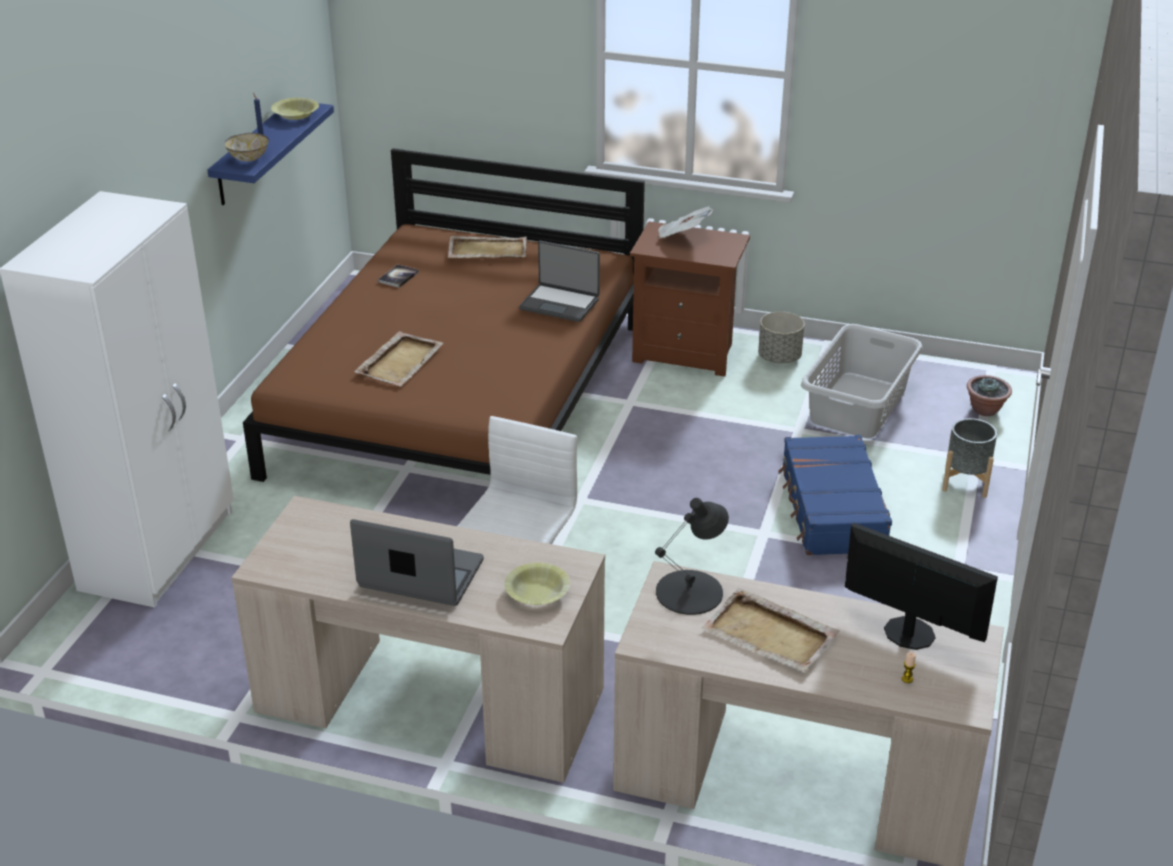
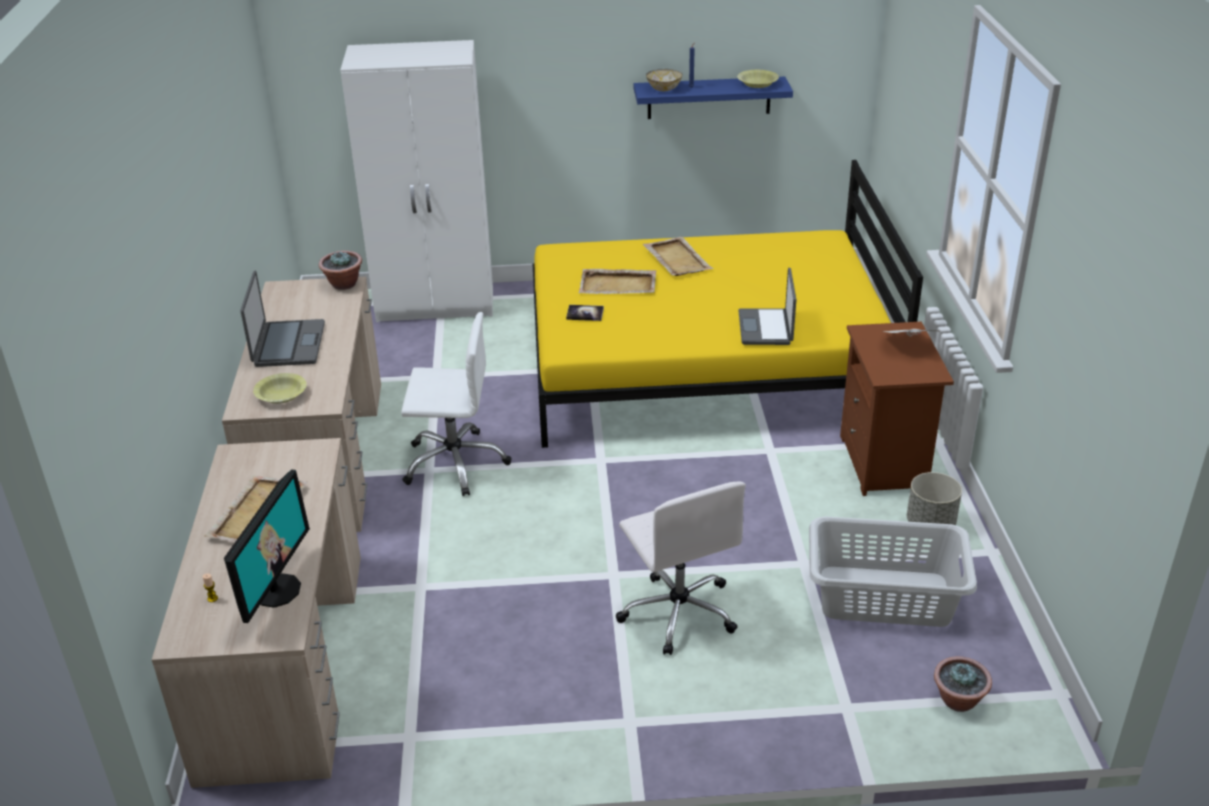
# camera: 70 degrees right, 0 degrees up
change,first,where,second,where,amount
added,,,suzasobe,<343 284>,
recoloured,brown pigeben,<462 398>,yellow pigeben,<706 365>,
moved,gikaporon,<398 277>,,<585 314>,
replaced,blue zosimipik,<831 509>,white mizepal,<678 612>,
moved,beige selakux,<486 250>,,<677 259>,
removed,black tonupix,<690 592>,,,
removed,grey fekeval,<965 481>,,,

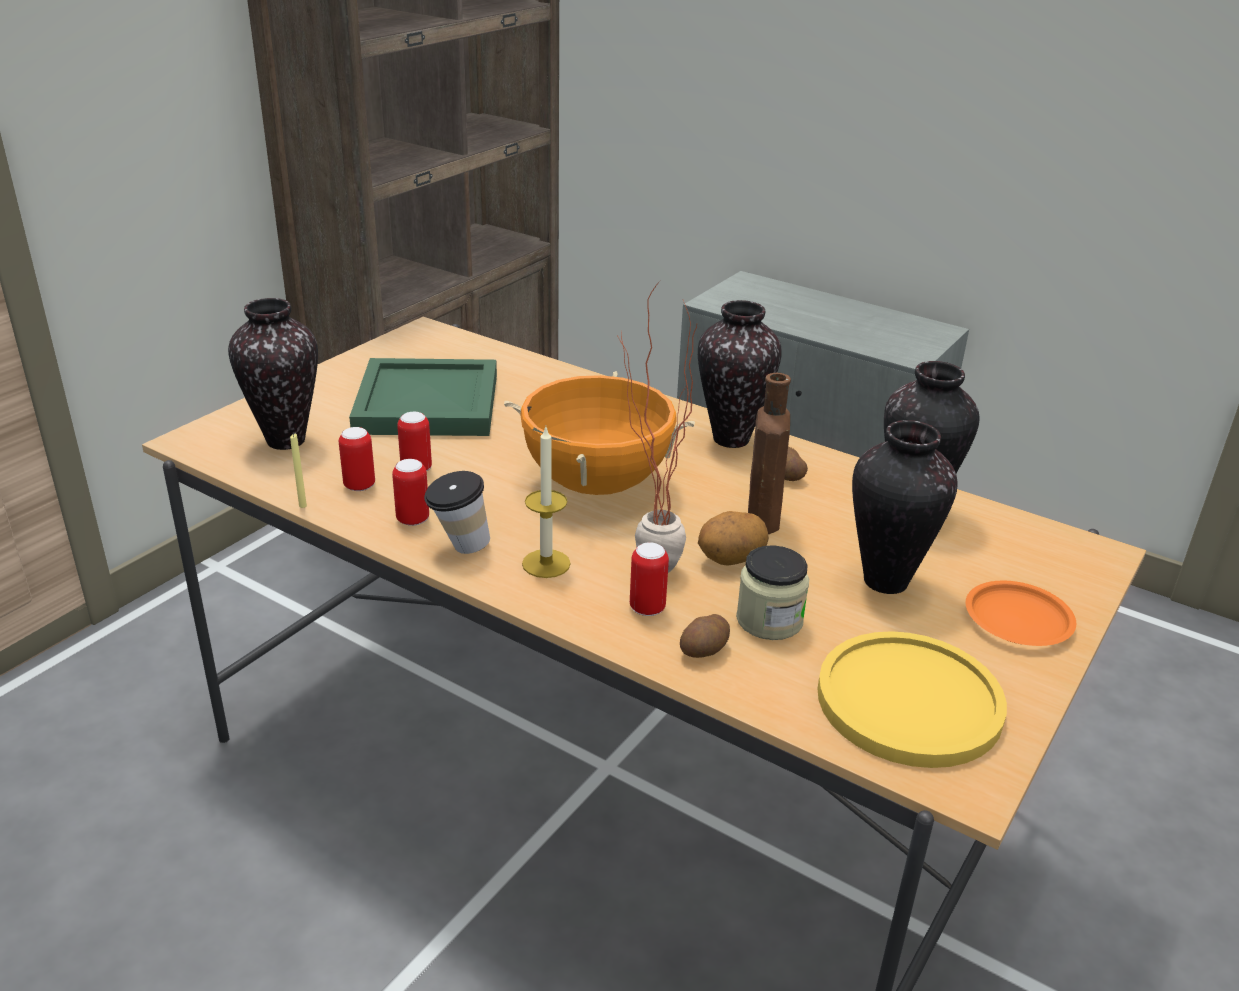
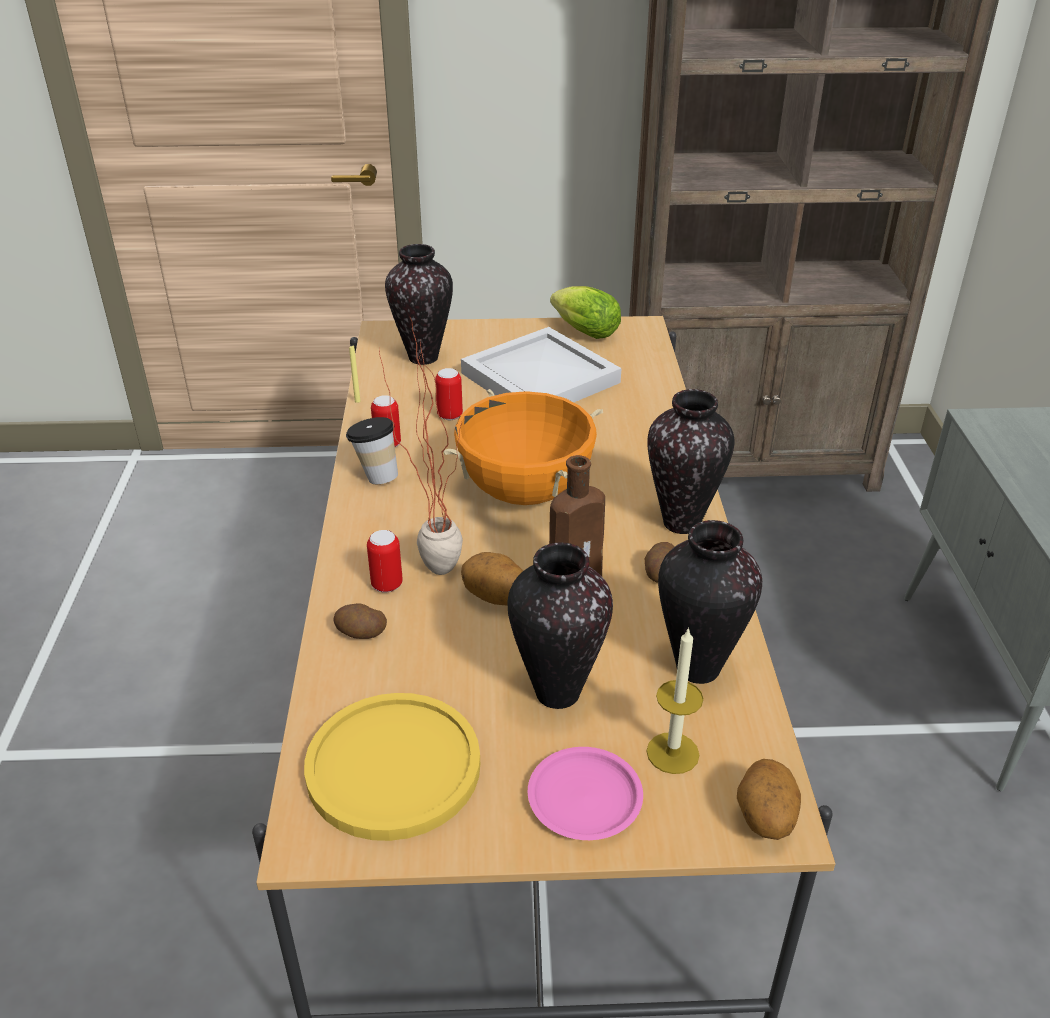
# camera: 55 degrees right, 5 degrees up
change,first,where,second,where,amount
recoloured,green selakux,<429 404>,white selakux,<540 379>,
recoloured,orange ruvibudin,<1019 620>,pink ruvibudin,<585 799>,
added,,,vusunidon,<582 331>,
moved,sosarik,<546 563>,,<672 753>,
added,,,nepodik,<764 818>,
removed,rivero,<359 486>,,,
removed,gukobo,<769 620>,,,

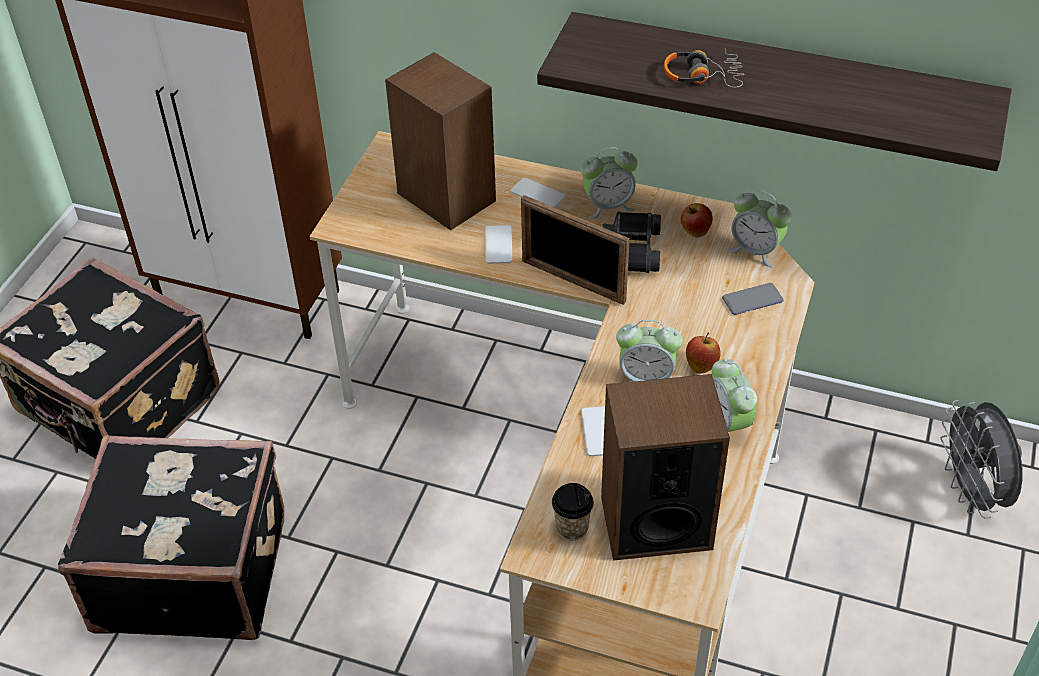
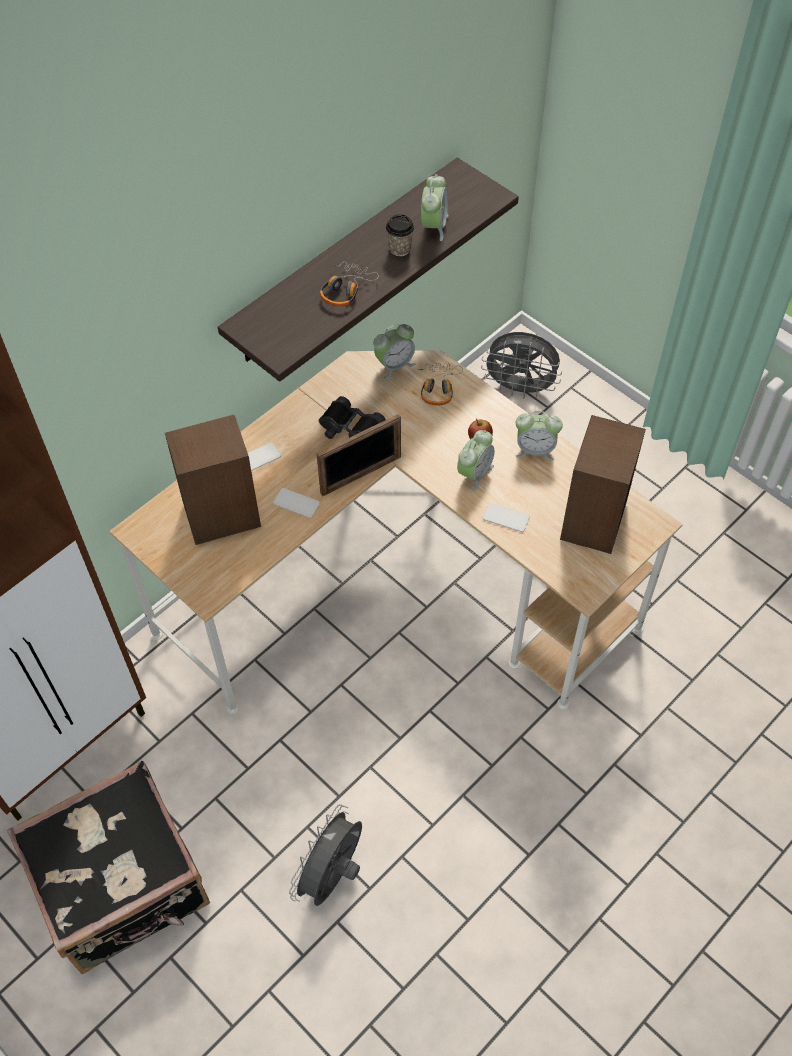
# camera: 65 degrees left, 10 degrees up
change,first,where,second,where,amount
replaced,black zosimipik,<192 570>,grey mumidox,<332 875>,
moved,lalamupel,<572 528>,,<400 249>,
replaced,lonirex,<752 300>,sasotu,<438 388>,
moved,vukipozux,<608 206>,,<434 226>,
removed,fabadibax,<695 232>,,,

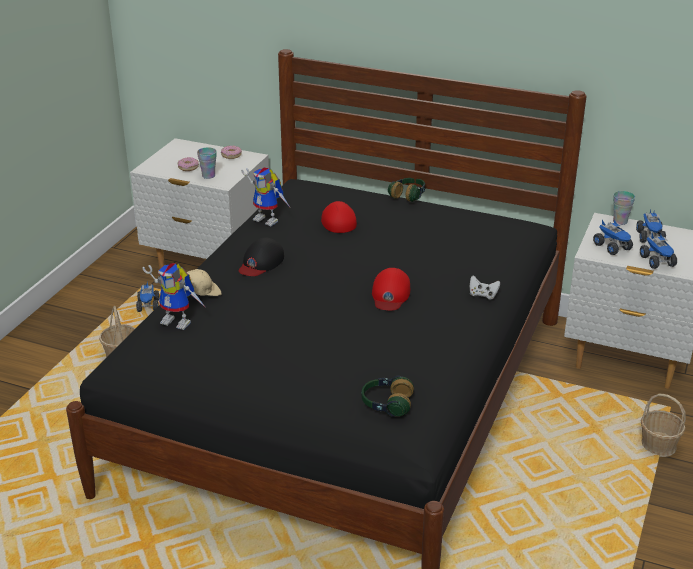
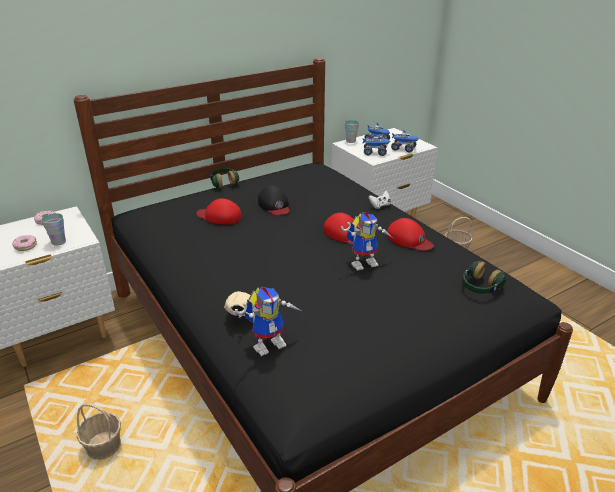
# camera: 55 degrees left, 0 degrees up
change,first,where,second,where,amount
moved,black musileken,<261 263>,,<274 205>,
moved,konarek,<269 219>,,<365 262>,
added,,,red musileken,<409 239>,
removed,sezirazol,<148 306>,,,

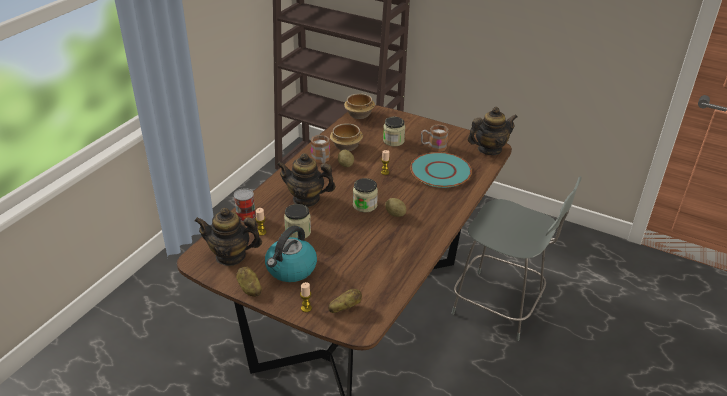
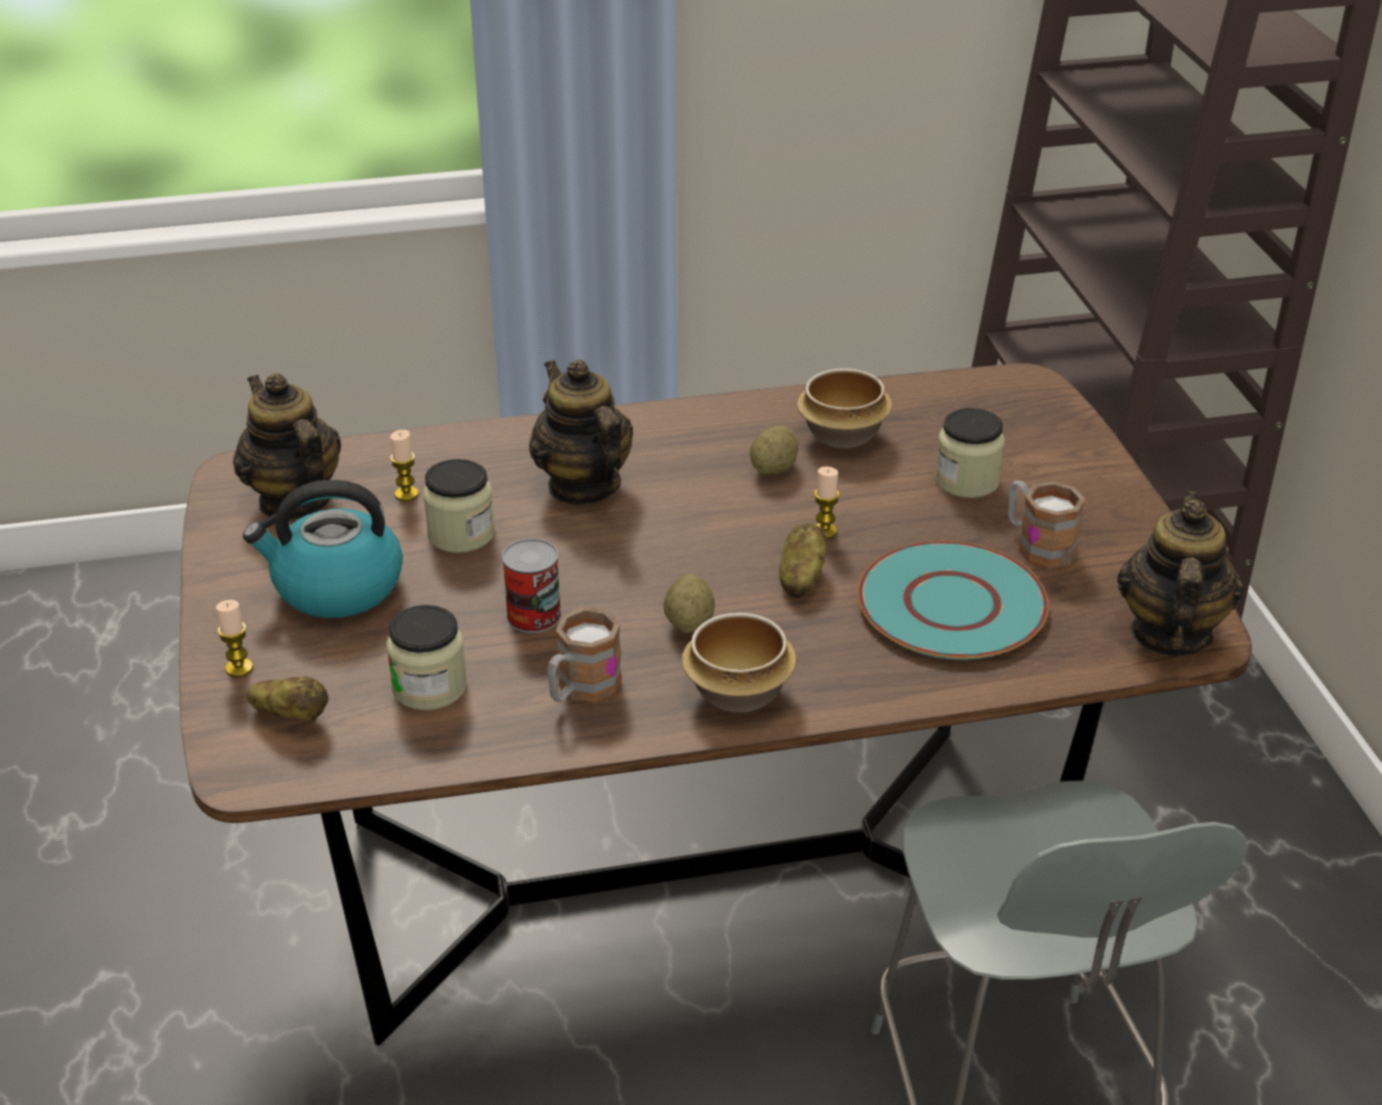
# camera: 50 degrees right, 0 degrees up
change,first,where,second,where,amount
moved,gukobo,<365 205>,,<429 687>,
moved,rivero,<246 215>,,<534 615>,
moved,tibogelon,<321 160>,,<581 689>,
moved,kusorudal,<359 115>,,<737 694>,
moved,nepodik,<249 289>,,<800 579>,
turned,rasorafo,<489 149>,,<1169 633>,105 degrees counterclockwise

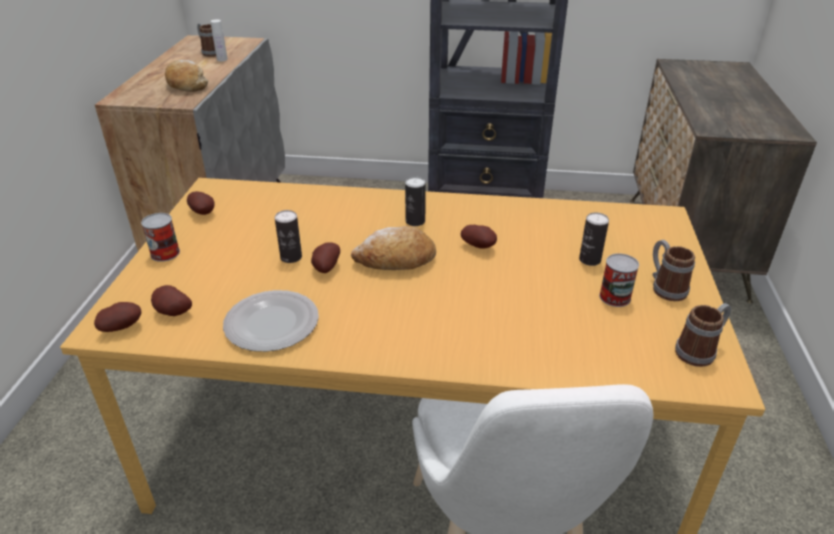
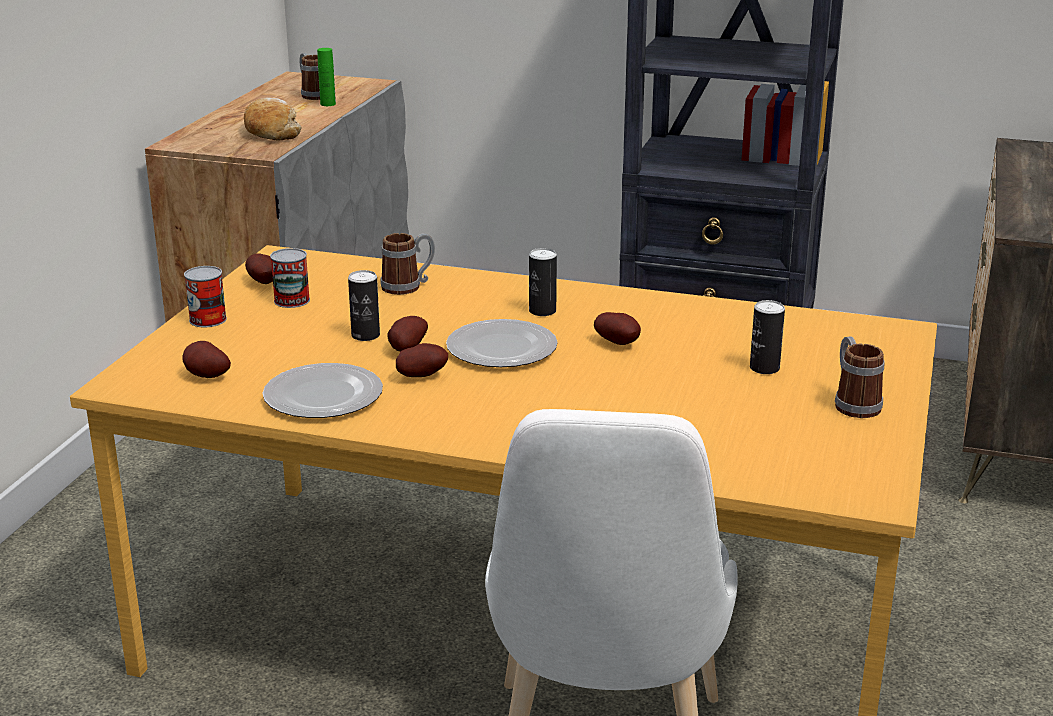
# camera: 10 degrees right, 10 degrees down
change,first,where,second,where,amount
moved,rivero,<615 297>,,<292 300>,
recoloured,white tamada,<222 59>,green tamada,<328 104>,
moved,tibogelon,<699 351>,,<408 286>,
moved,nepodik,<122 327>,,<422 376>,
replaced,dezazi,<395 260>,ruvibudin,<500 349>,

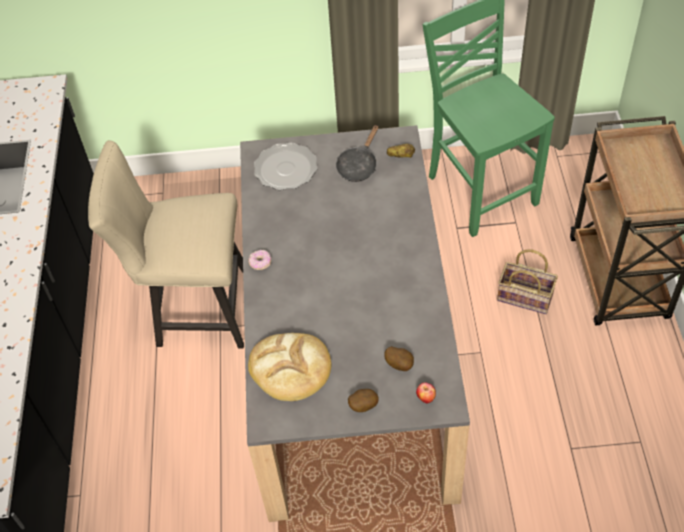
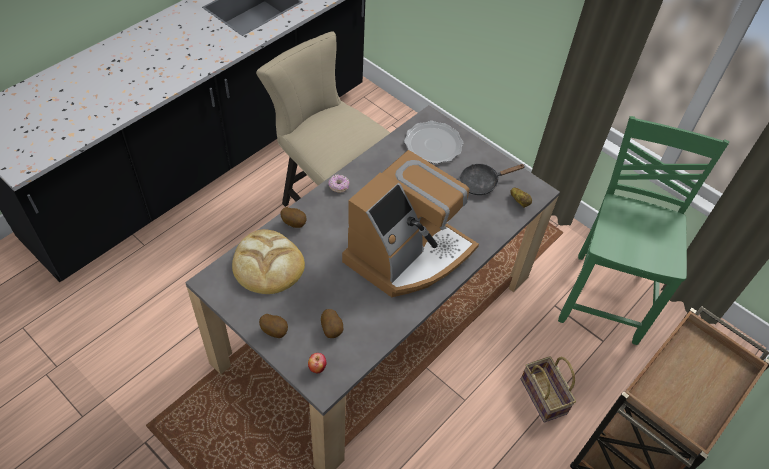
# camera: 40 degrees right, 0 degrees up
change,first,where,second,where,amount
added,,,nepodik,<294 223>,
added,,,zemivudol,<408 254>,

